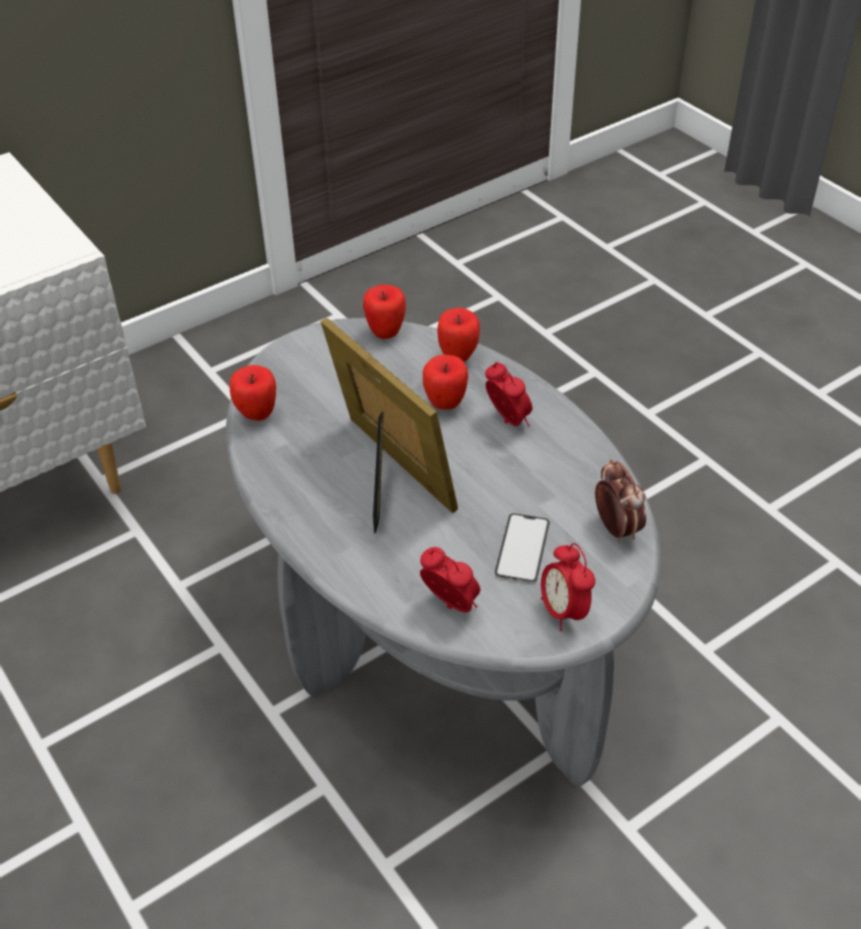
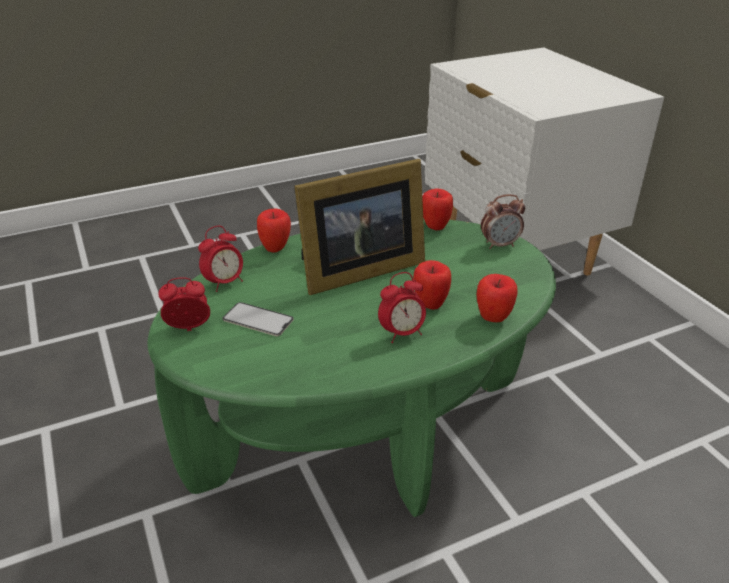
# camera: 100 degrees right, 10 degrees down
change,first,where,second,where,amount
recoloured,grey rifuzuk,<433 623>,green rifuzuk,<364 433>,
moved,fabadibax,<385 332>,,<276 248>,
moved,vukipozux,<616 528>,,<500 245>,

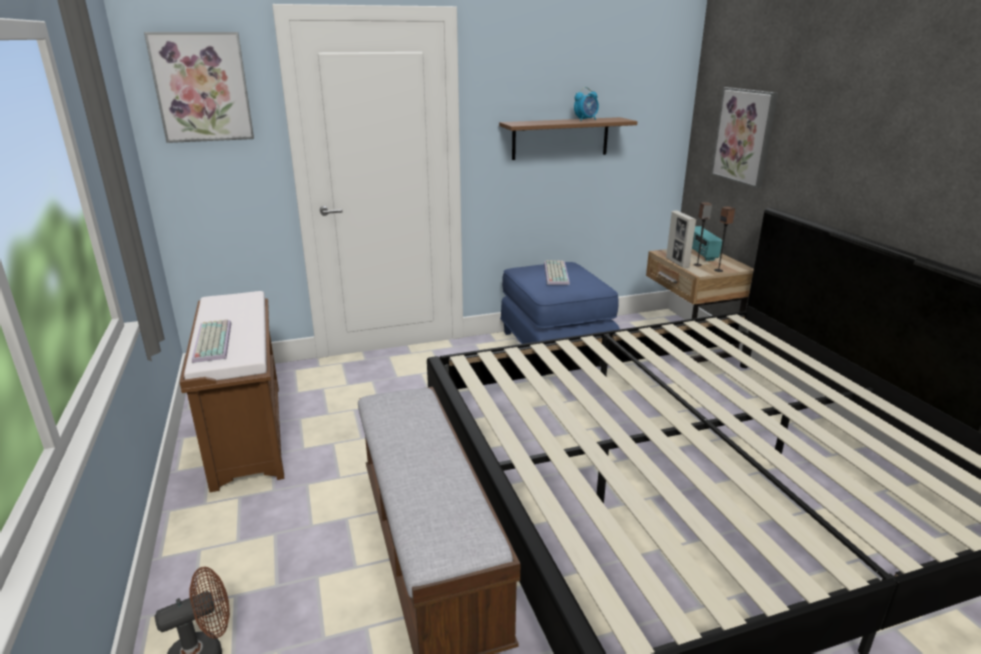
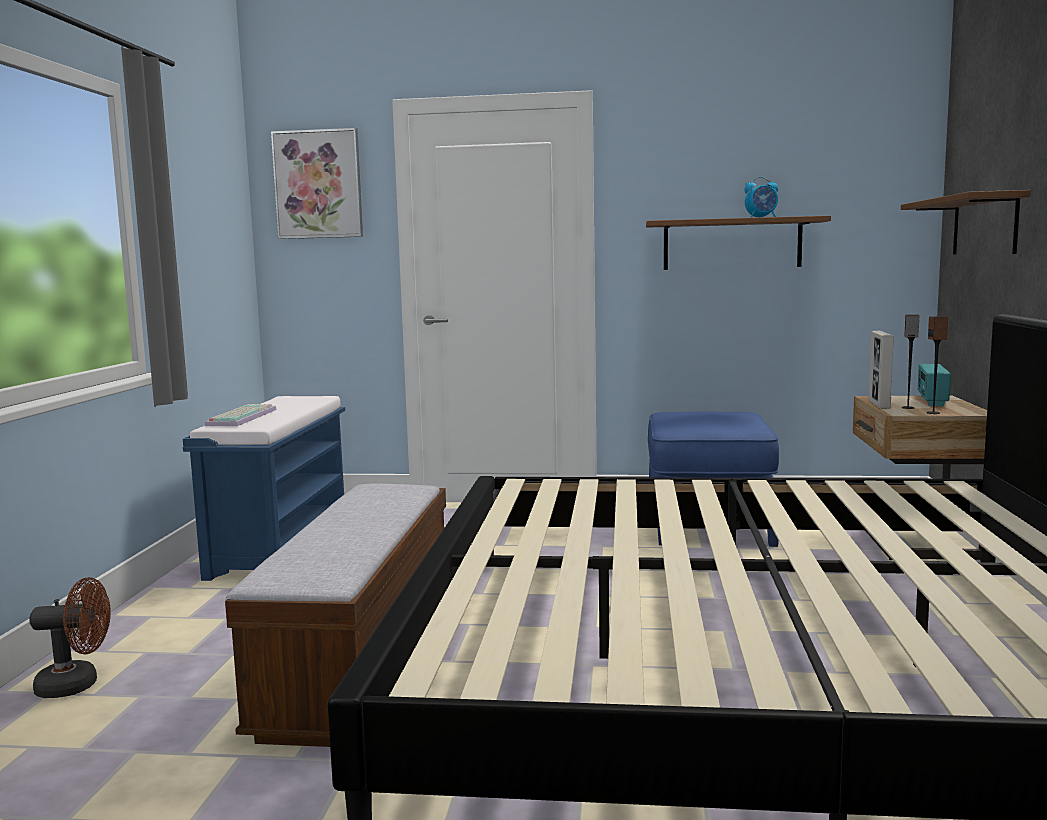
# camera: 25 degrees right, 15 degrees down
change,first,where,second,where,amount
recoloured,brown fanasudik,<247 433>,blue fanasudik,<280 546>,
replaced,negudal,<744 136>,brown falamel,<984 225>,
removed,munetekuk,<555 273>,,,

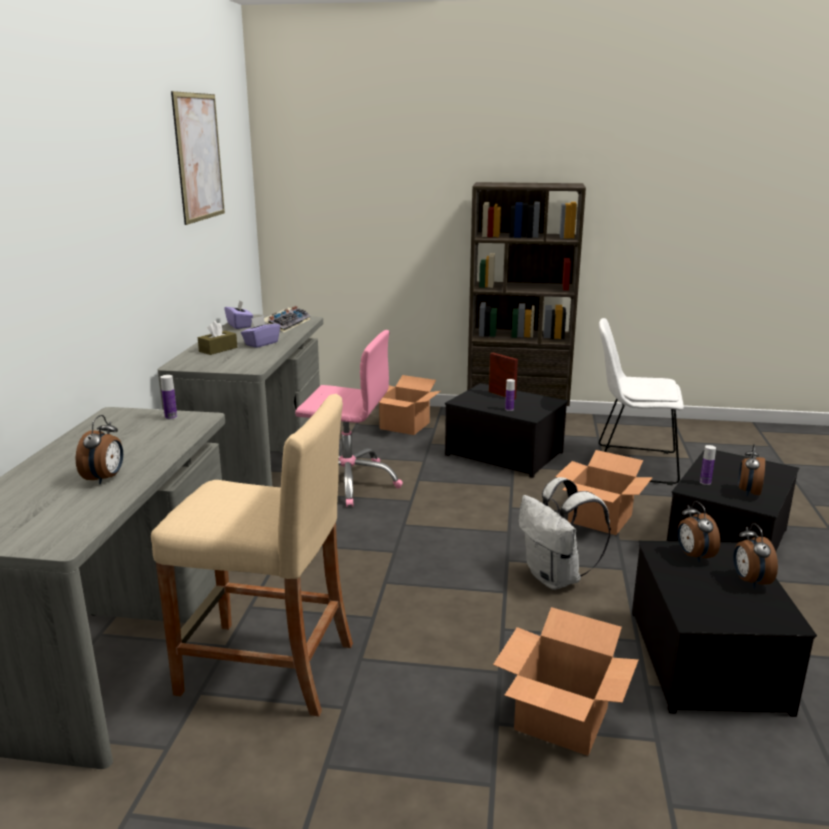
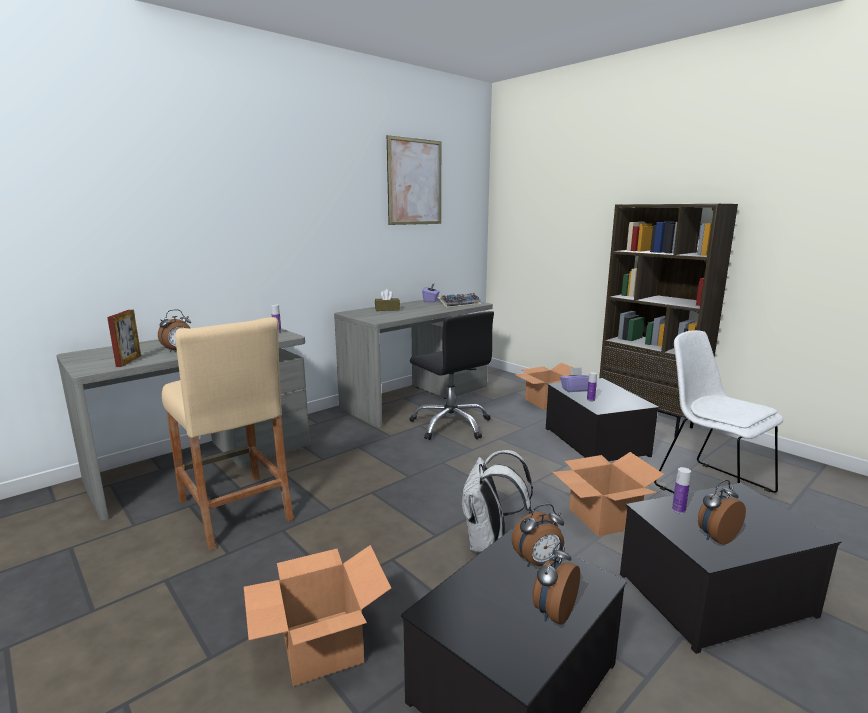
# camera: 40 degrees right, 5 degrees down
change,first,where,second,where,amount
moved,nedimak,<502 395>,,<129 361>,
recoloured,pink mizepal,<348 482>,black mizepal,<451 425>,
turned,vukipozux,<693 556>,,<538 562>,135 degrees counterclockwise
moved,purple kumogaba,<261 343>,,<575 389>,

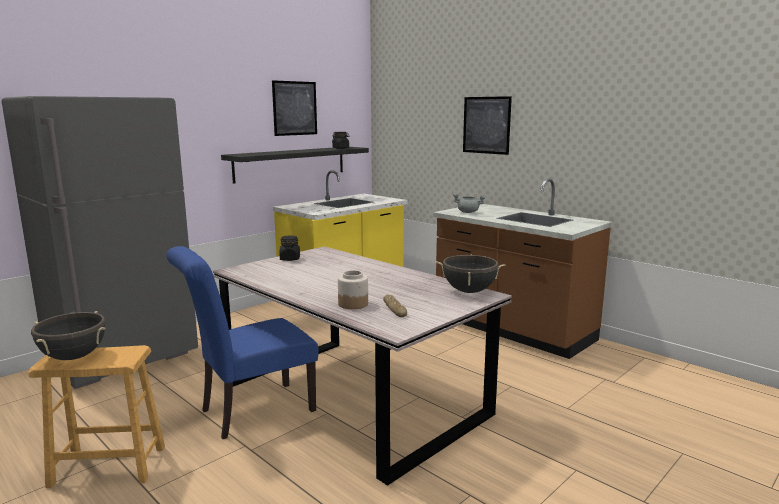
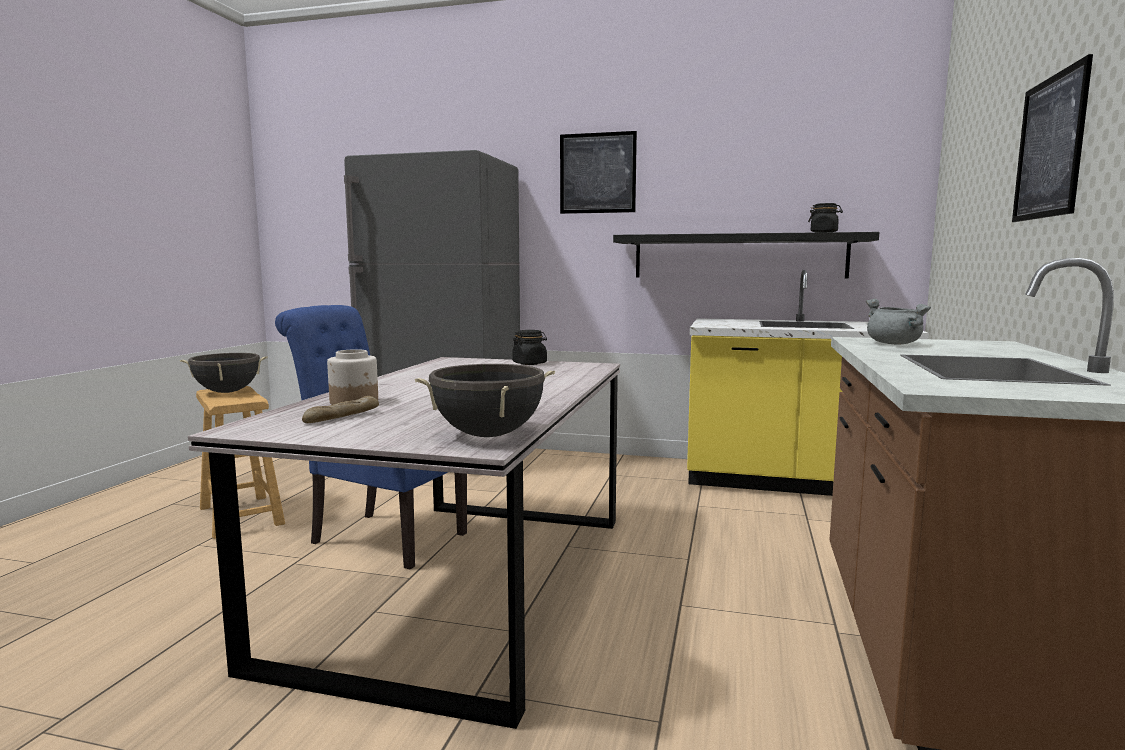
# camera: 60 degrees right, 5 degrees down
change,first,where,second,where,amount
moved,negudal,<295 108>,,<597 173>,

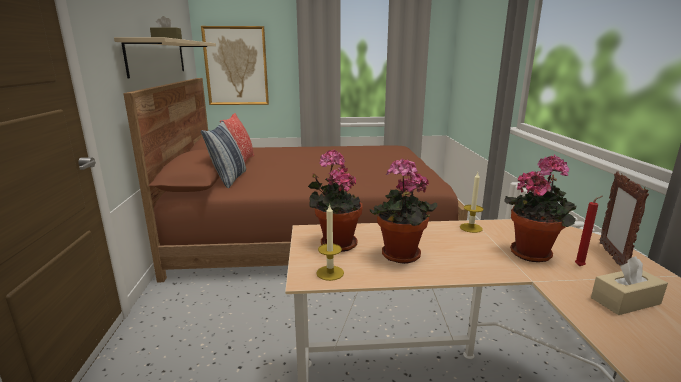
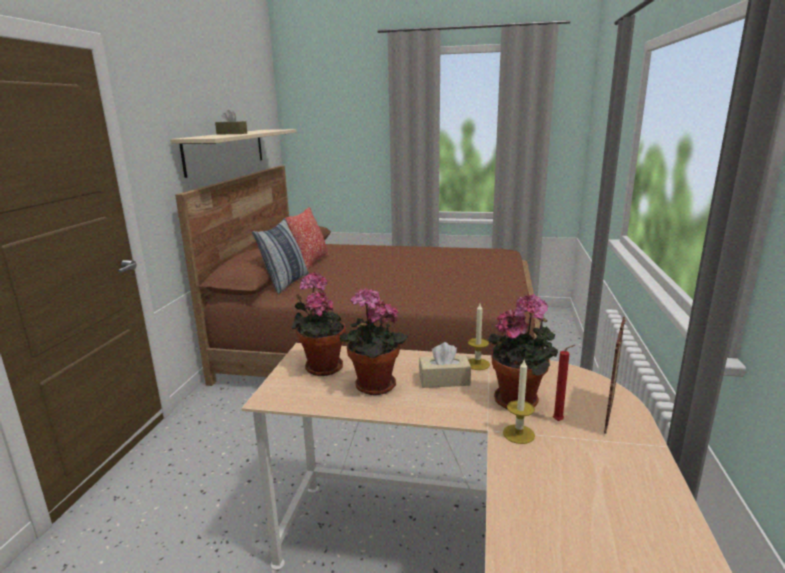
# camera: 15 degrees right, 0 degrees up
change,first,where,second,where,amount
moved,beige kumogaba,<625 301>,,<444 380>,
moved,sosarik,<330 273>,,<518 434>,
removed,negudal,<236 66>,,,

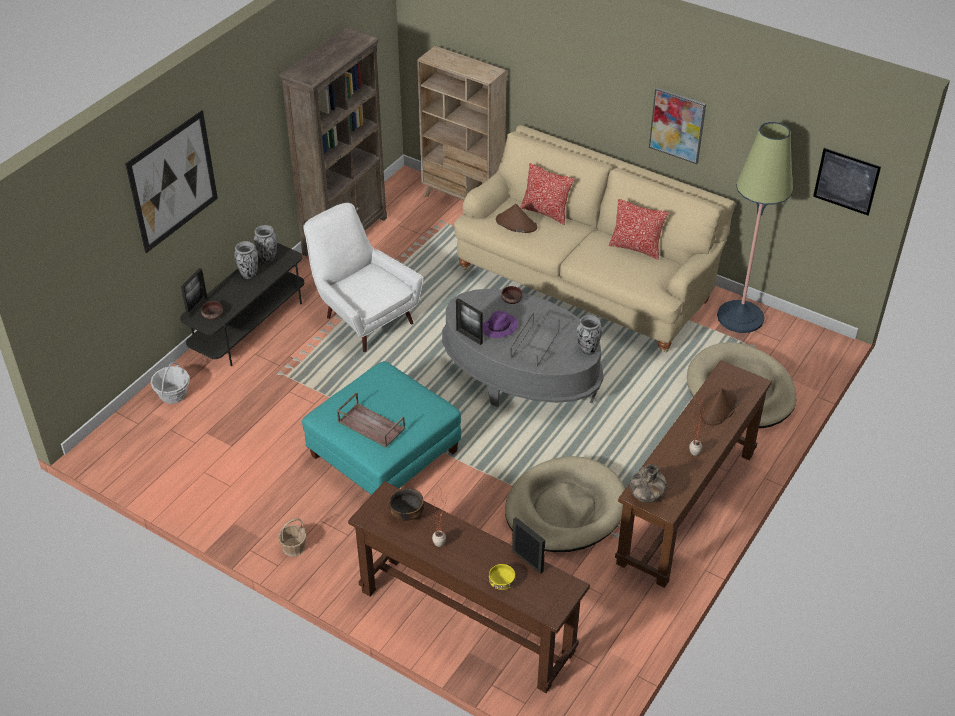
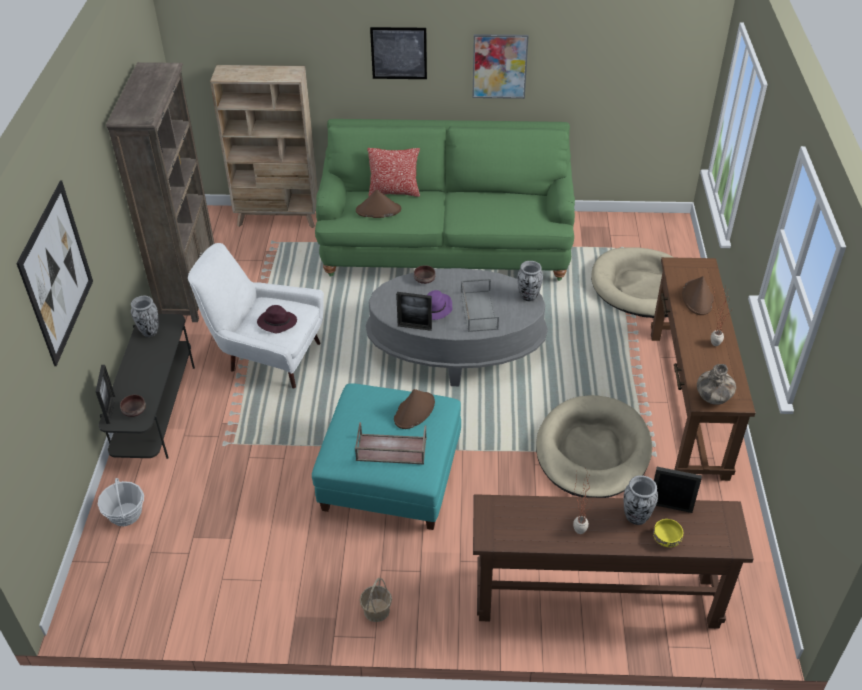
# camera: 30 degrees left, 0 degrees up
change,first,where,second,where,amount
added,,,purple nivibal,<276 323>,
recoloured,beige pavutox,<586 283>,green pavutox,<445 247>,
moved,negudal,<846 181>,,<399 53>,
added,,,brown nivibal,<414 411>,
moved,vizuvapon,<248 275>,,<636 518>,
removed,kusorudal,<407 514>,,,
removed,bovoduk,<636 248>,,,
removed,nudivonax,<740 317>,,,

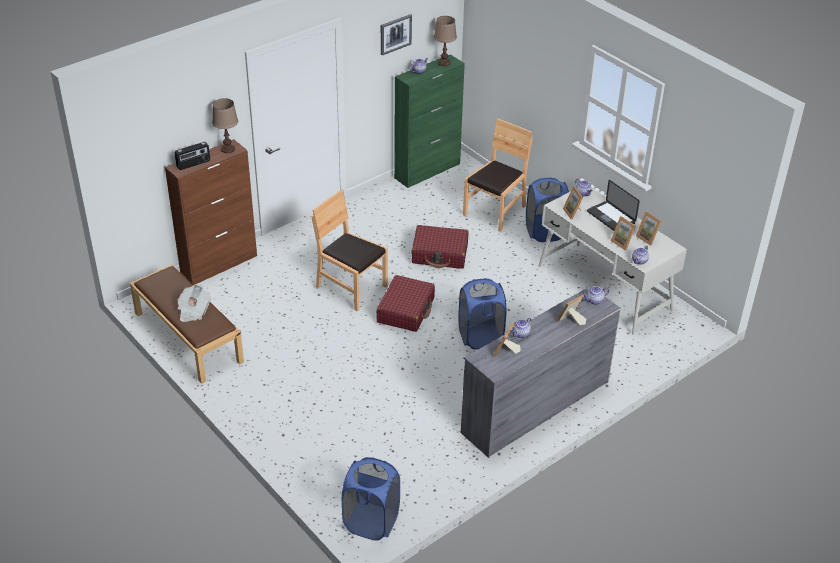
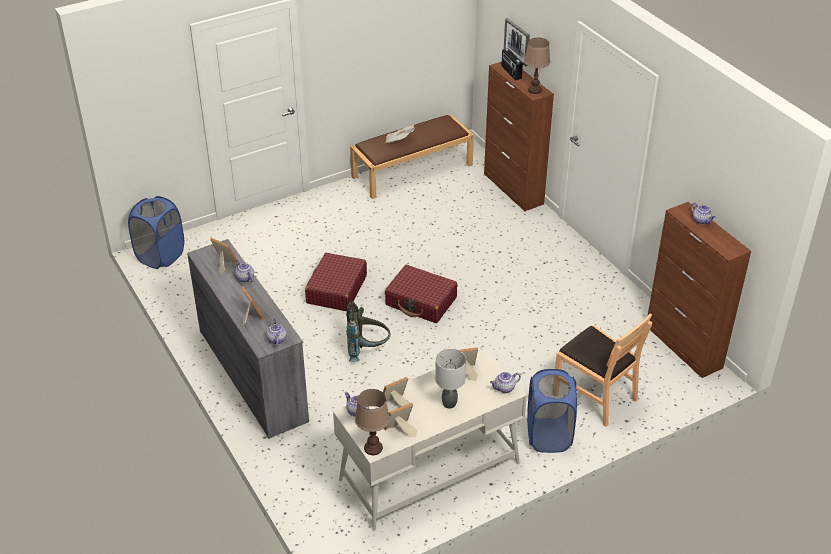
# camera: 100 degrees right, 0 degrees up
change,first,where,second,where,amount
moved,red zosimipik,<440 254>,,<336 290>,
replaced,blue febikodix,<480 337>,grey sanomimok,<367 350>,
moved,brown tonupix,<444 63>,,<373 448>,
replaced,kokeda,<611 217>,grey tonupix,<449 404>,
moved,negudal,<395 34>,,<517 41>,
recoloured,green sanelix,<427 171>,brown sanelix,<683 347>,
removed,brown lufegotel,<351 287>,,,

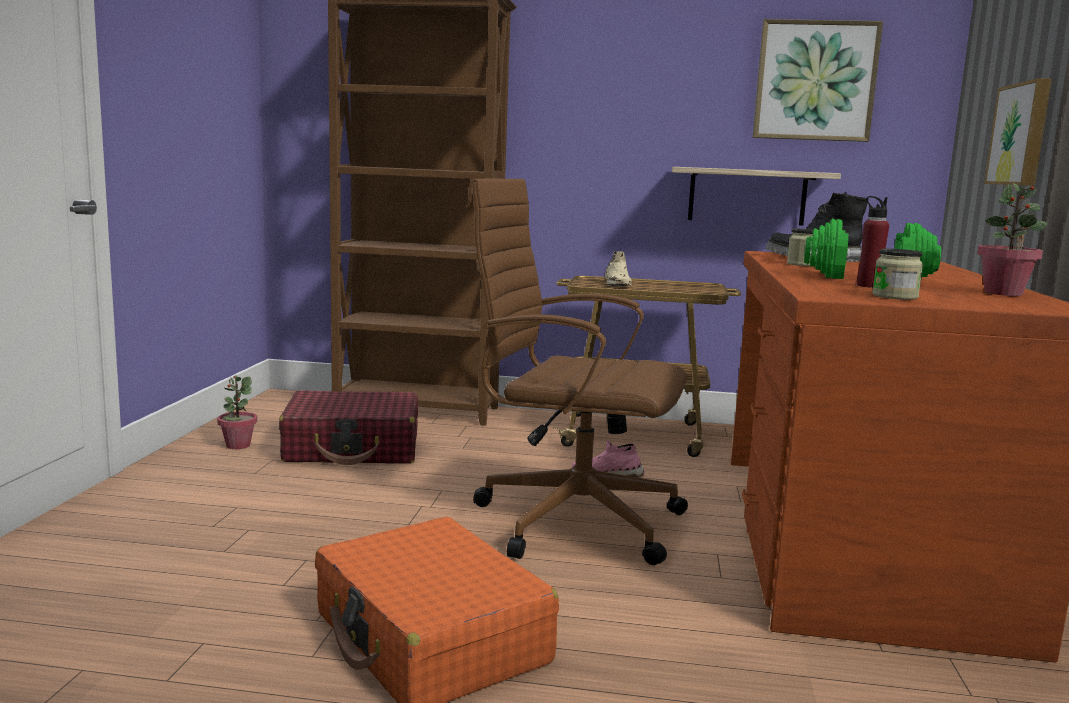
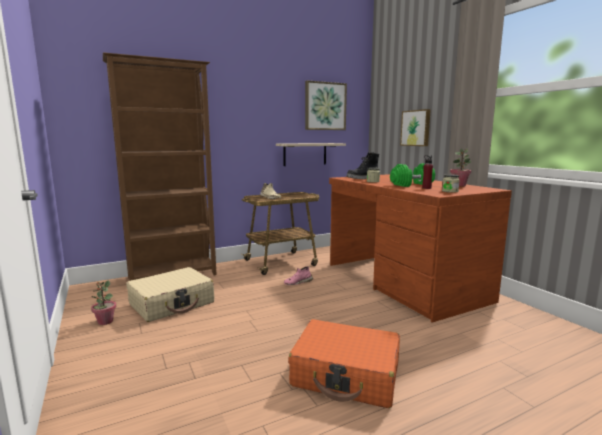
# camera: 35 degrees left, 0 degrees up
change,first,where,second,where,amount
recoloured,red zosimipik,<353 448>,beige zosimipik,<172 303>,
removed,brown mizepal,<572 519>,,,

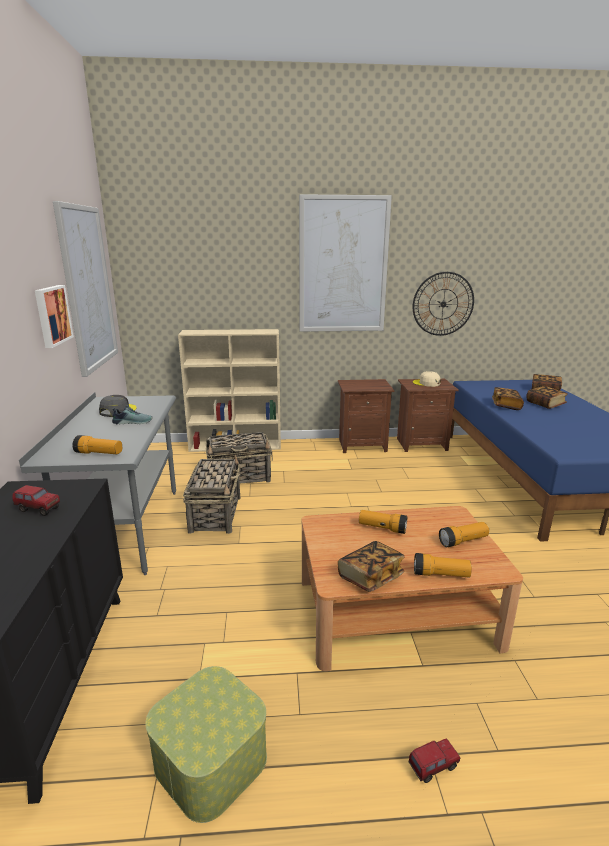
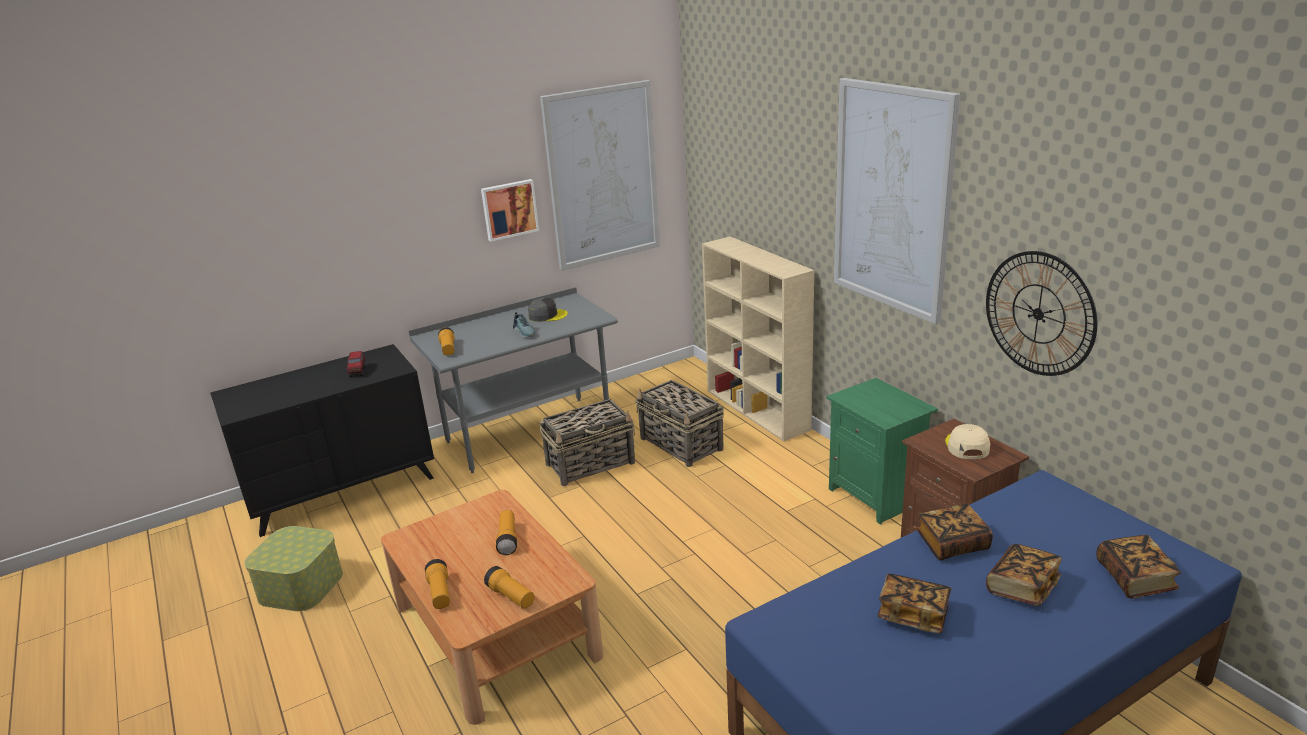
# camera: 65 degrees right, 5 degrees up
change,first,where,second,where,amount
recoloured,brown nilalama,<361 445>,green nilalama,<876 496>,
moved,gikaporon,<370 576>,,<913 615>,
removed,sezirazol,<433 767>,,,

